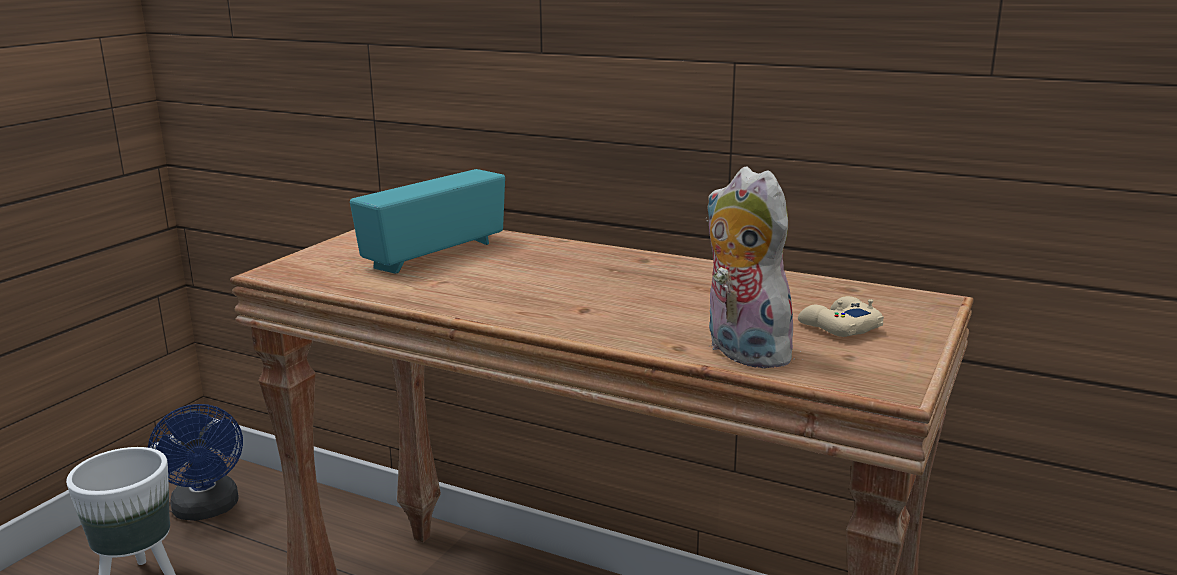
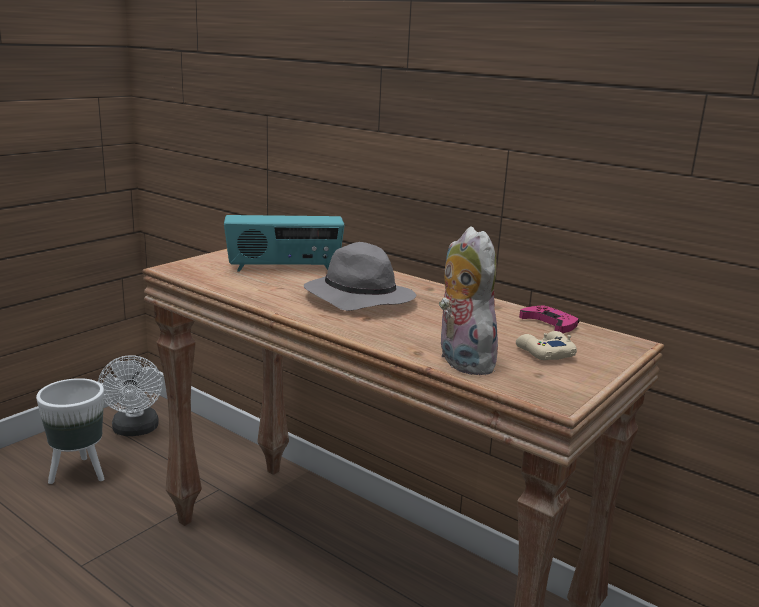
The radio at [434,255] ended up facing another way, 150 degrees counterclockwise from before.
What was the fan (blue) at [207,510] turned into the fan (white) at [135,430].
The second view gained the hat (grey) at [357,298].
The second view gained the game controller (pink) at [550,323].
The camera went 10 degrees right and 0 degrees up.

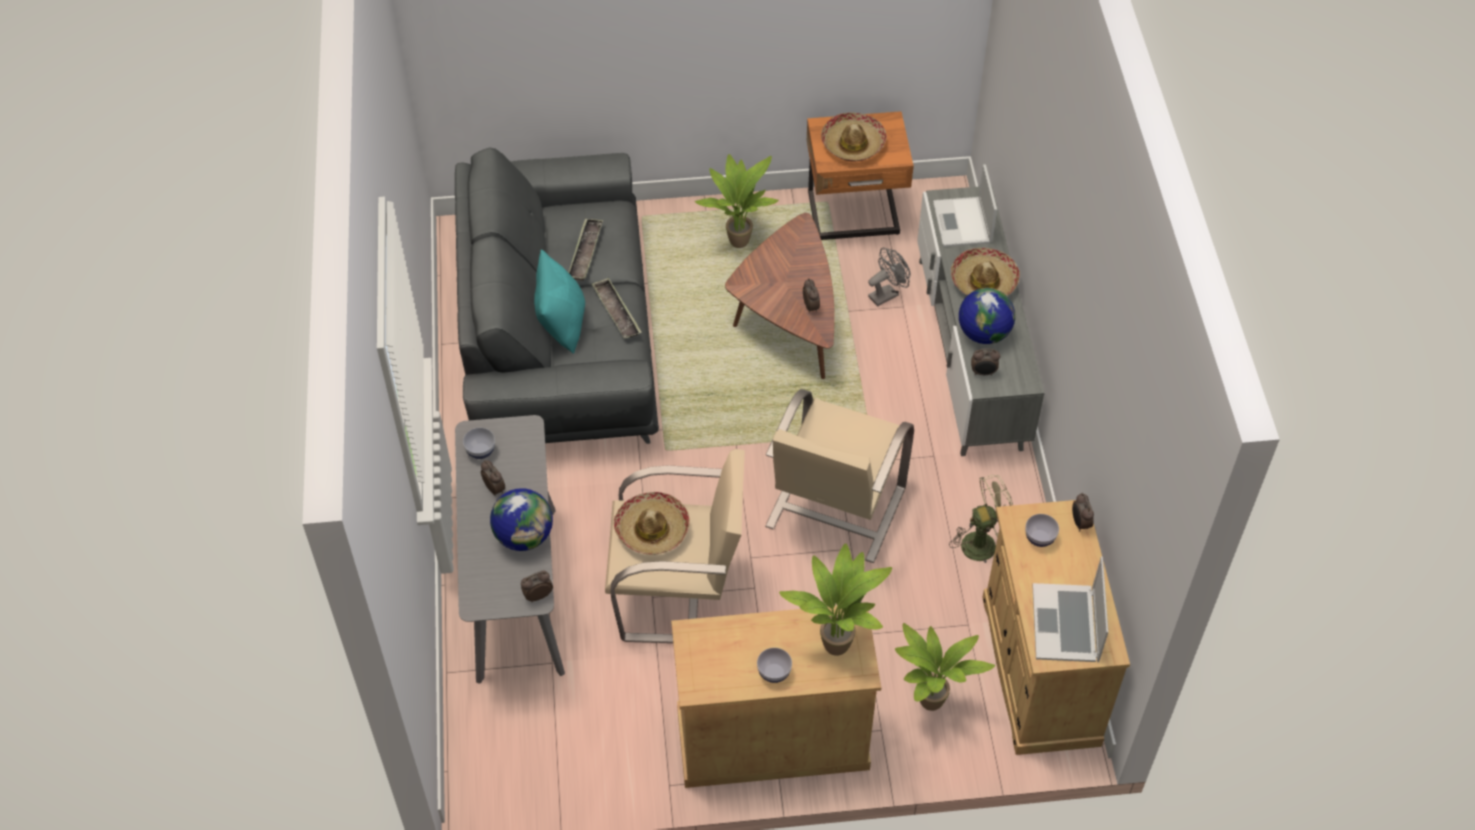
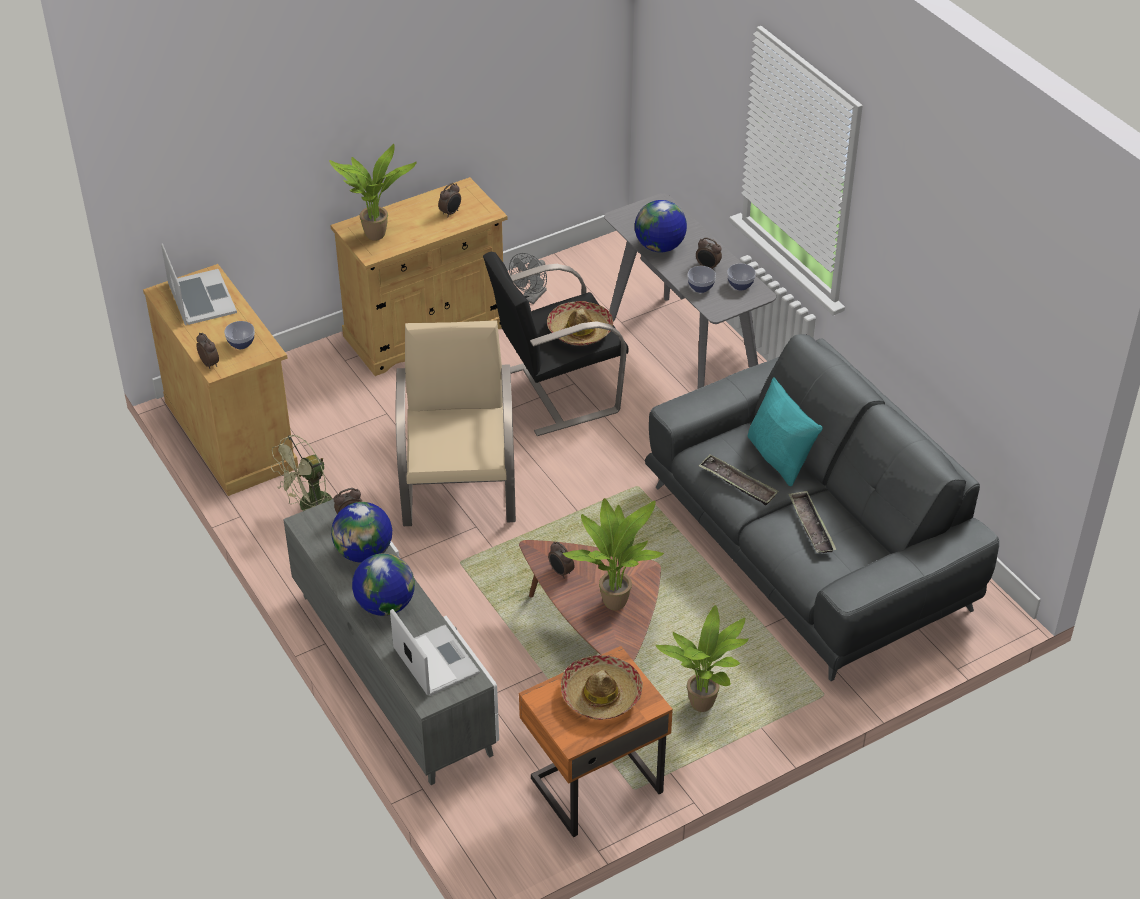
The fan (grey) ended up elsewhere, having gone from [887,294] to [531,298].
Where the hat stood at [984,281], the globe came to stand at [385,605].
What was the armchair (beige) at [677,592] turned into the armchair (black) at [556,392].
The alarm clock ended up elsewhere, having gone from [538,595] to [451,213].
The potted plant ended up elsewhere, having gone from [930,706] to [613,600].
The bowl ended up elsewhere, having gone from [774,673] to [700,287].
The camera went 155 degrees right and 10 degrees down.

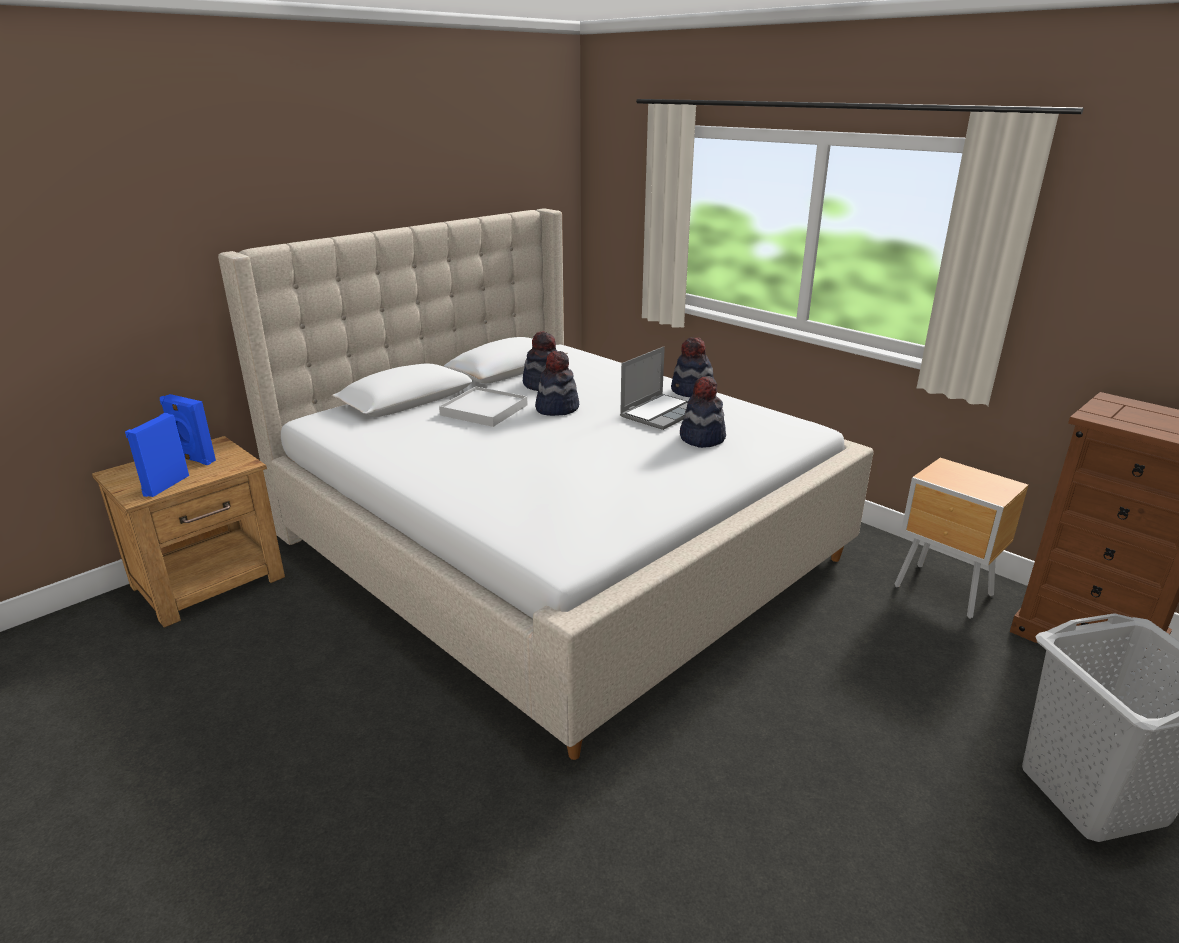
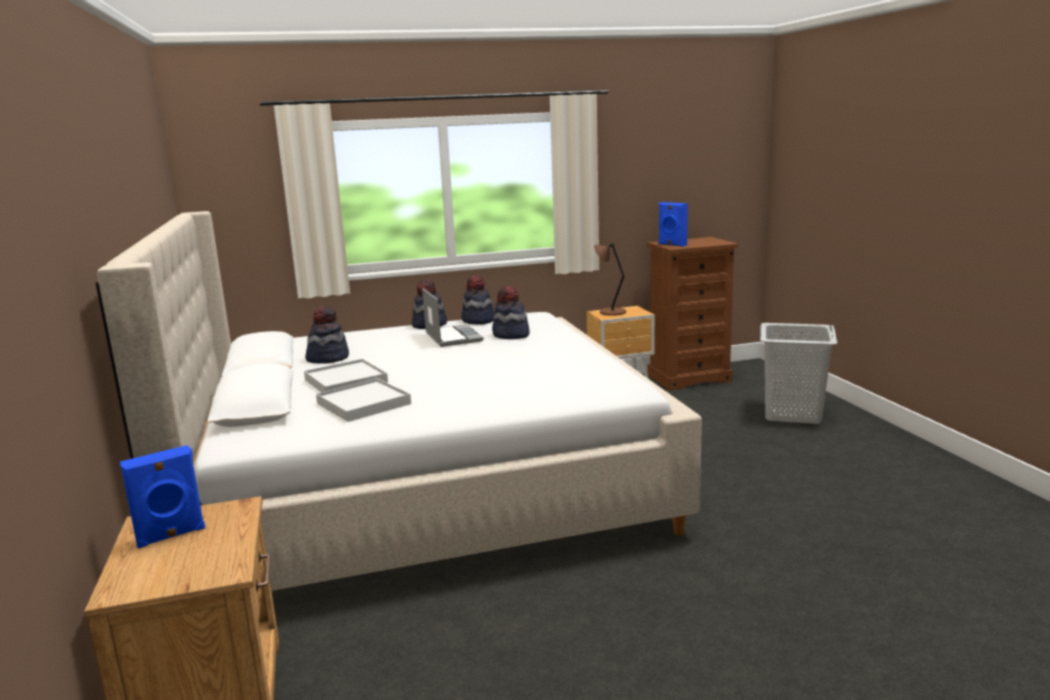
The hat ended up elsewhere, having gone from [556,408] to [478,321].
The speaker (blue) ended up elsewhere, having gone from [165,485] to [672,245].
The second view gained the table lamp (brown) at [611,312].
The second view gained the tray (white) at [363,404].
The camera went 60 degrees left and 10 degrees down.

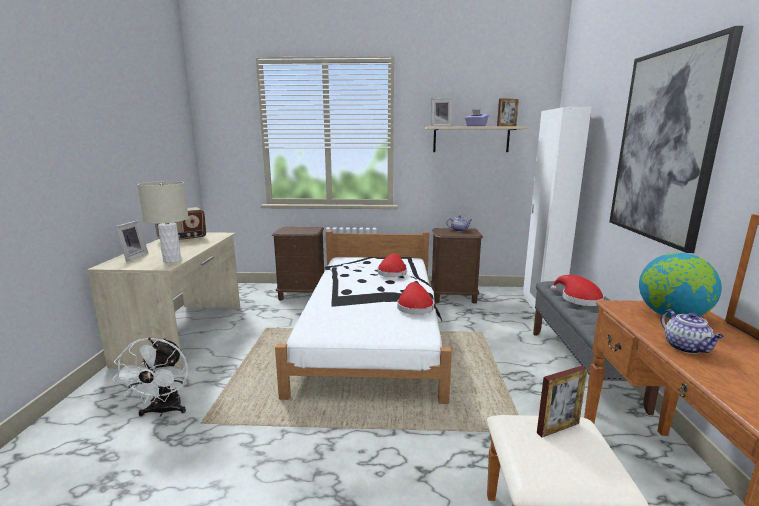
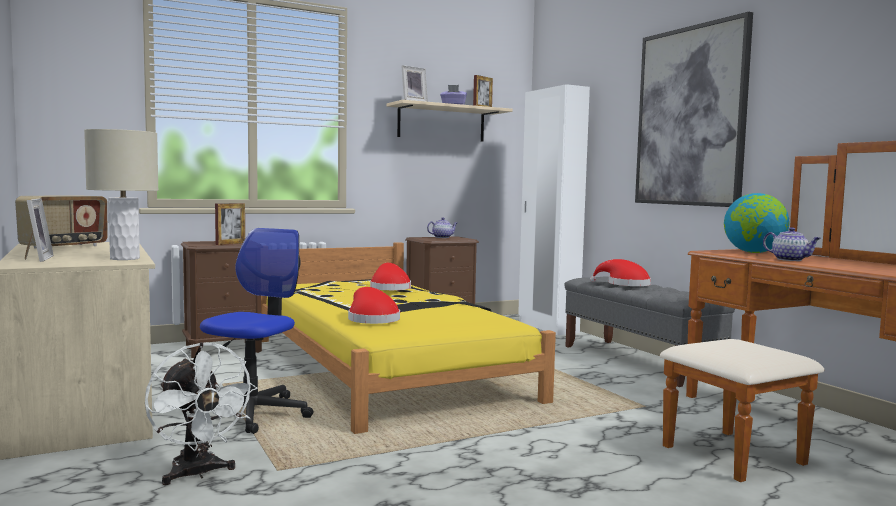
What was the bed (white) at [372,331] turned into the bed (yellow) at [383,367].
The hat (red) ended up elsewhere, having gone from [414,307] to [371,319].
The picture frame ended up elsewhere, having gone from [558,428] to [230,244].
The second view gained the office chair at [252,414].
The camera went 30 degrees left and 10 degrees down.

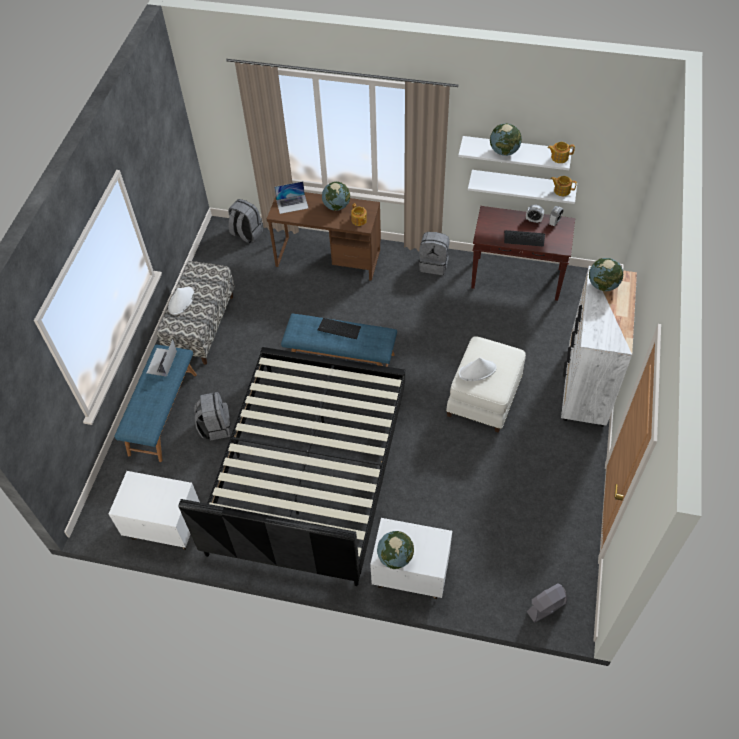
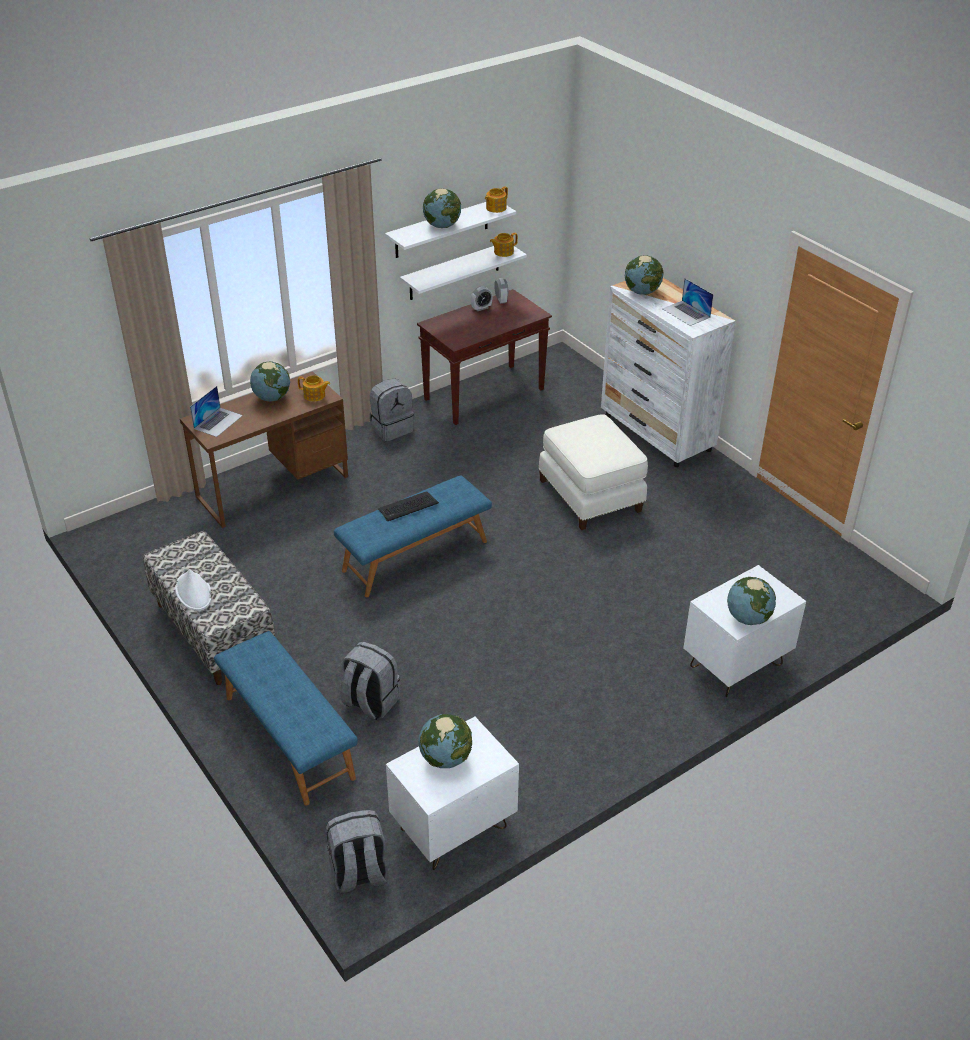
The backpack (grey) ended up elsewhere, having gone from [246,233] to [359,874].
The second view lost the keyboard at [524,238].
The laptop ended up elsewhere, having gone from [161,362] to [686,313].
The second view lost the bed (black) at [308,470].
The second view lost the hat (white) at [477,371].
The second view lost the fan (grey) at [546,607].
The second view gained the globe at [446,758].
The camera went 50 degrees left and 15 degrees down.

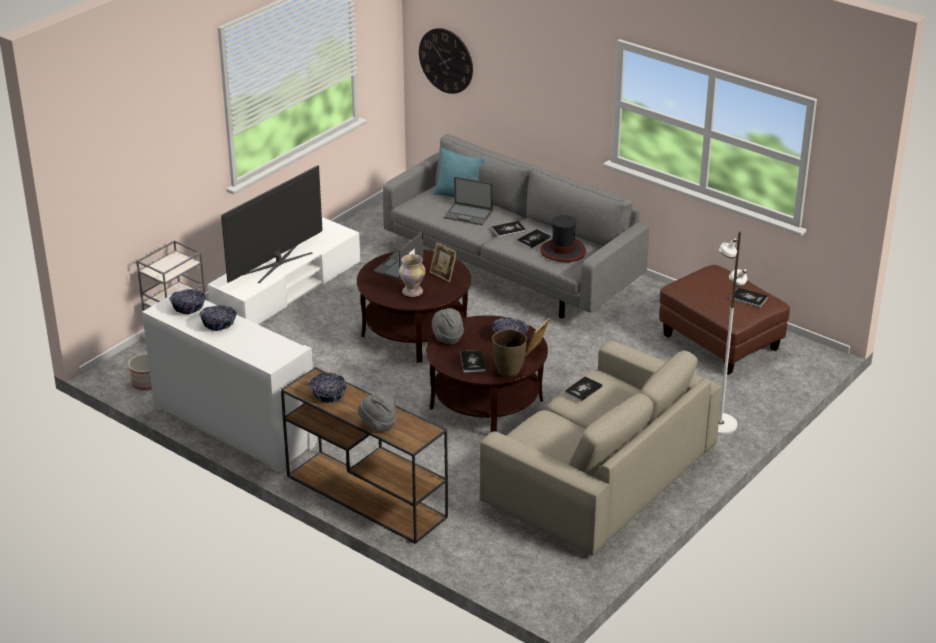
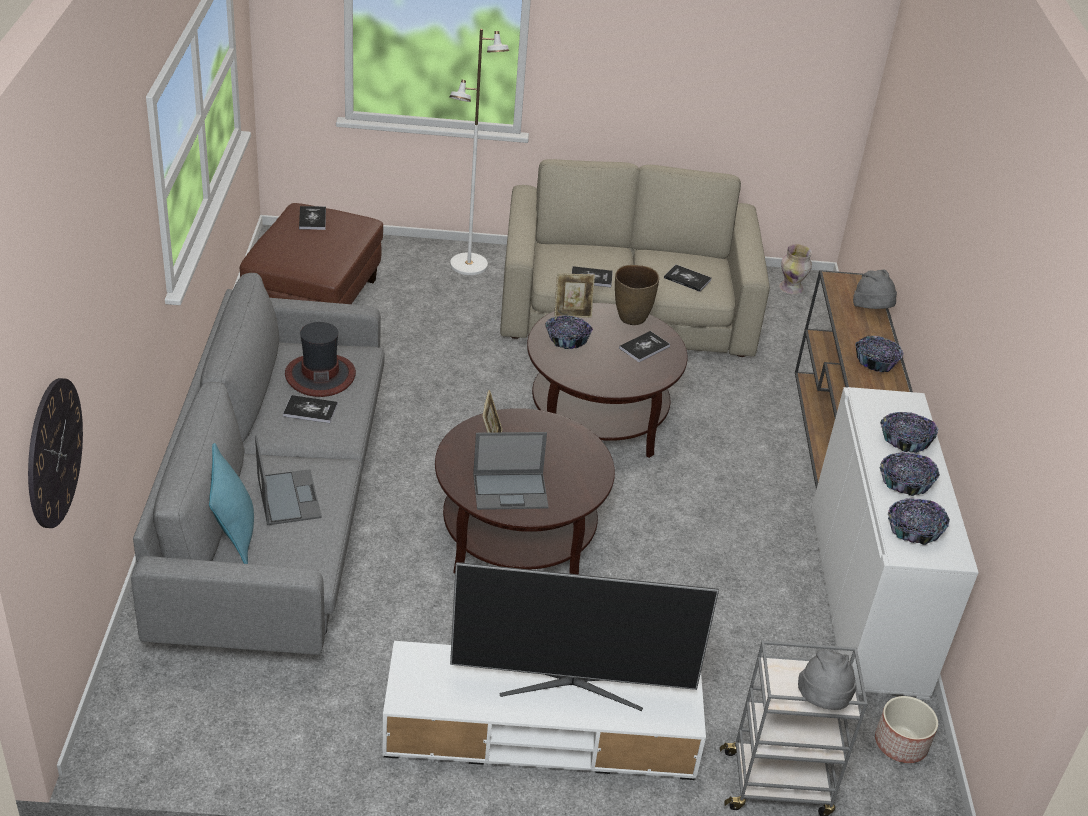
The book ended up elsewhere, having gone from [508,230] to [687,279].
The vase ended up elsewhere, having gone from [412,291] to [791,288].
The hat (grey) ended up elsewhere, having gone from [447,338] to [822,701].
The second view gained the bowl at [905,441].
The camera went 130 degrees left and 5 degrees up.

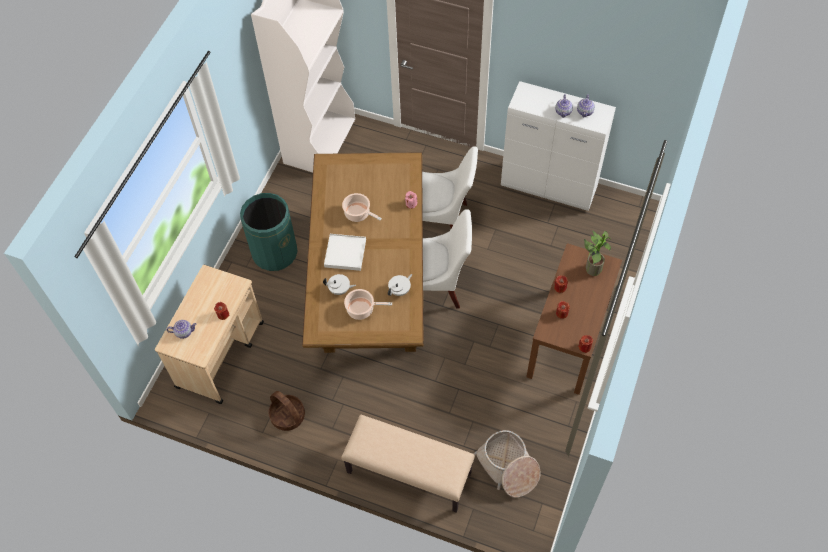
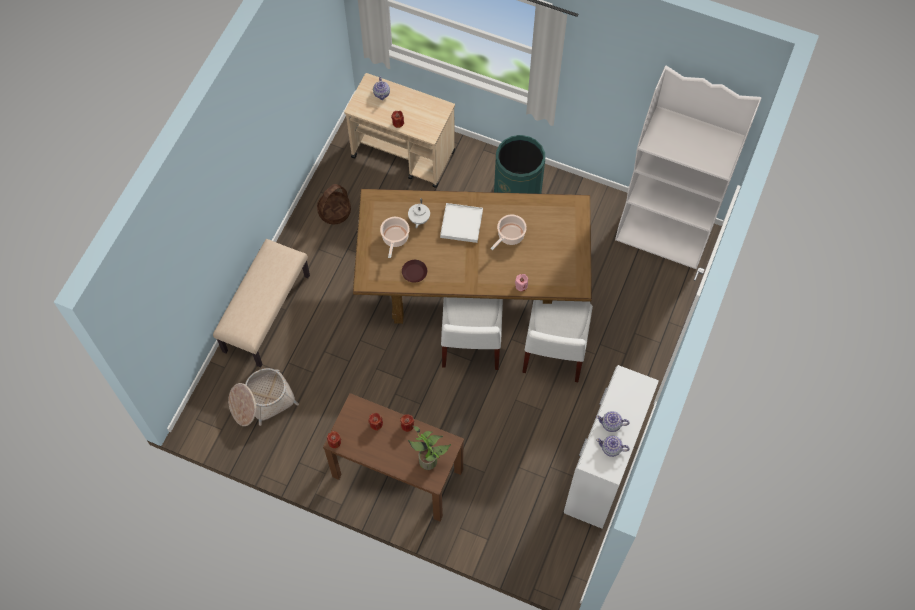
Where the teapot (white) stood at [400,290], the plate (brown) came to stand at [414,272].
The camera went 90 degrees right and 5 degrees up.

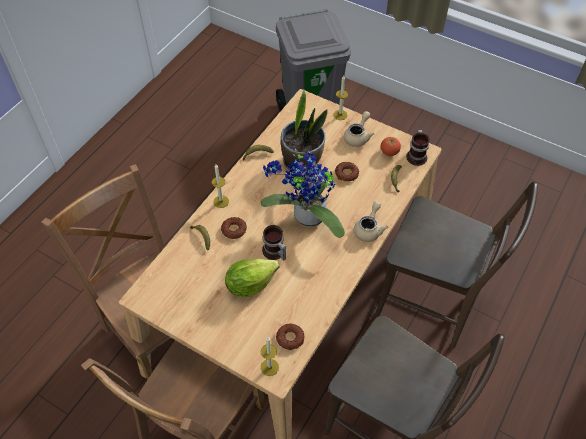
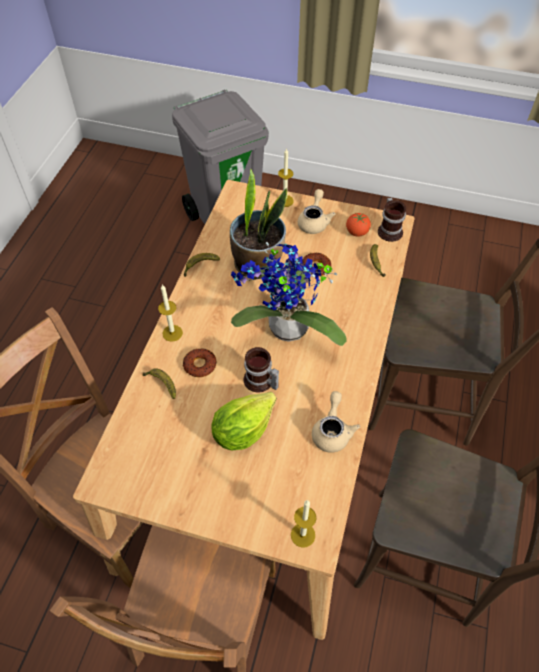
The teapot (beige) ended up elsewhere, having gone from [369,229] to [332,431].
The second view lost the donut at [290,338].
The camera went 15 degrees left and 0 degrees up.

